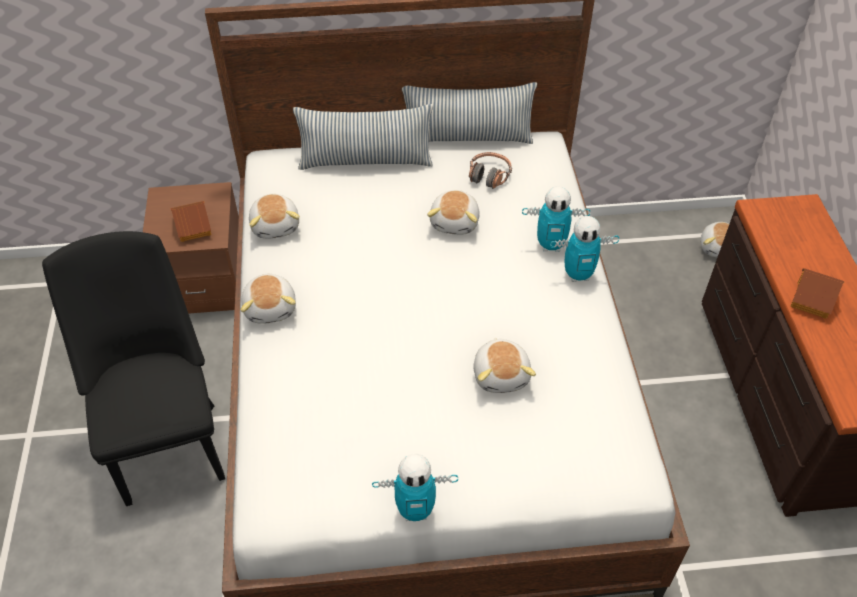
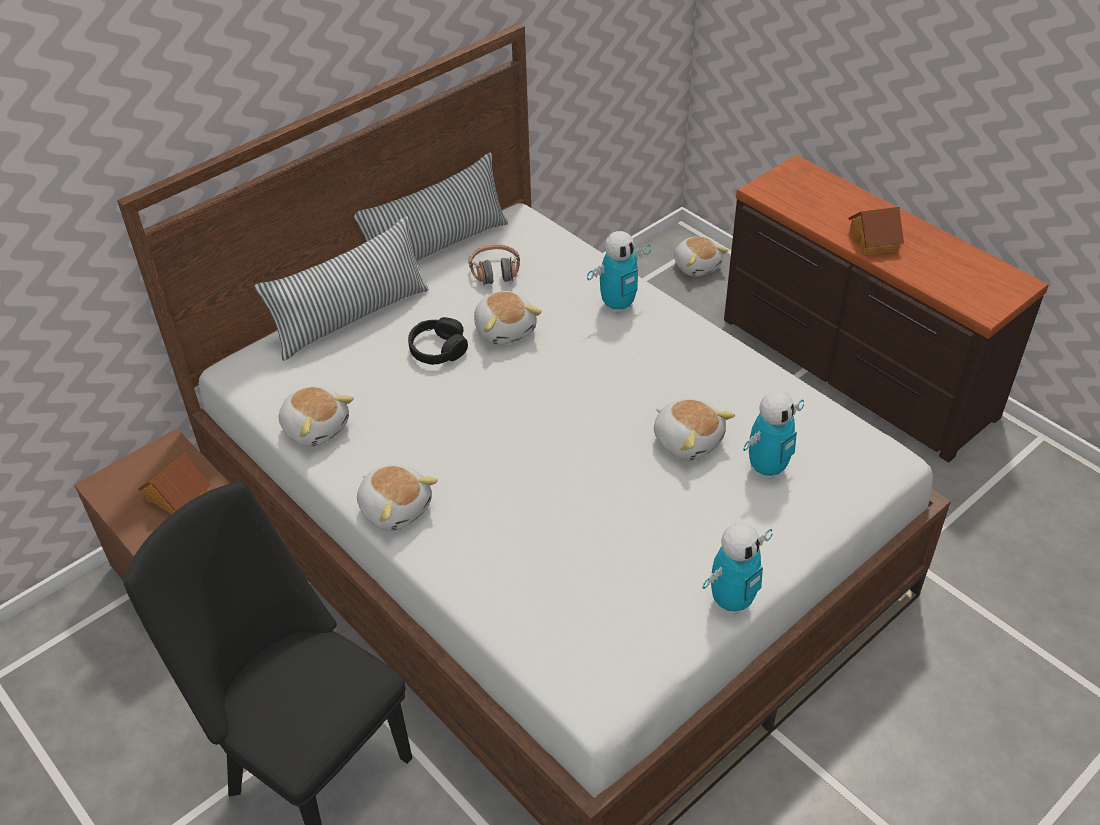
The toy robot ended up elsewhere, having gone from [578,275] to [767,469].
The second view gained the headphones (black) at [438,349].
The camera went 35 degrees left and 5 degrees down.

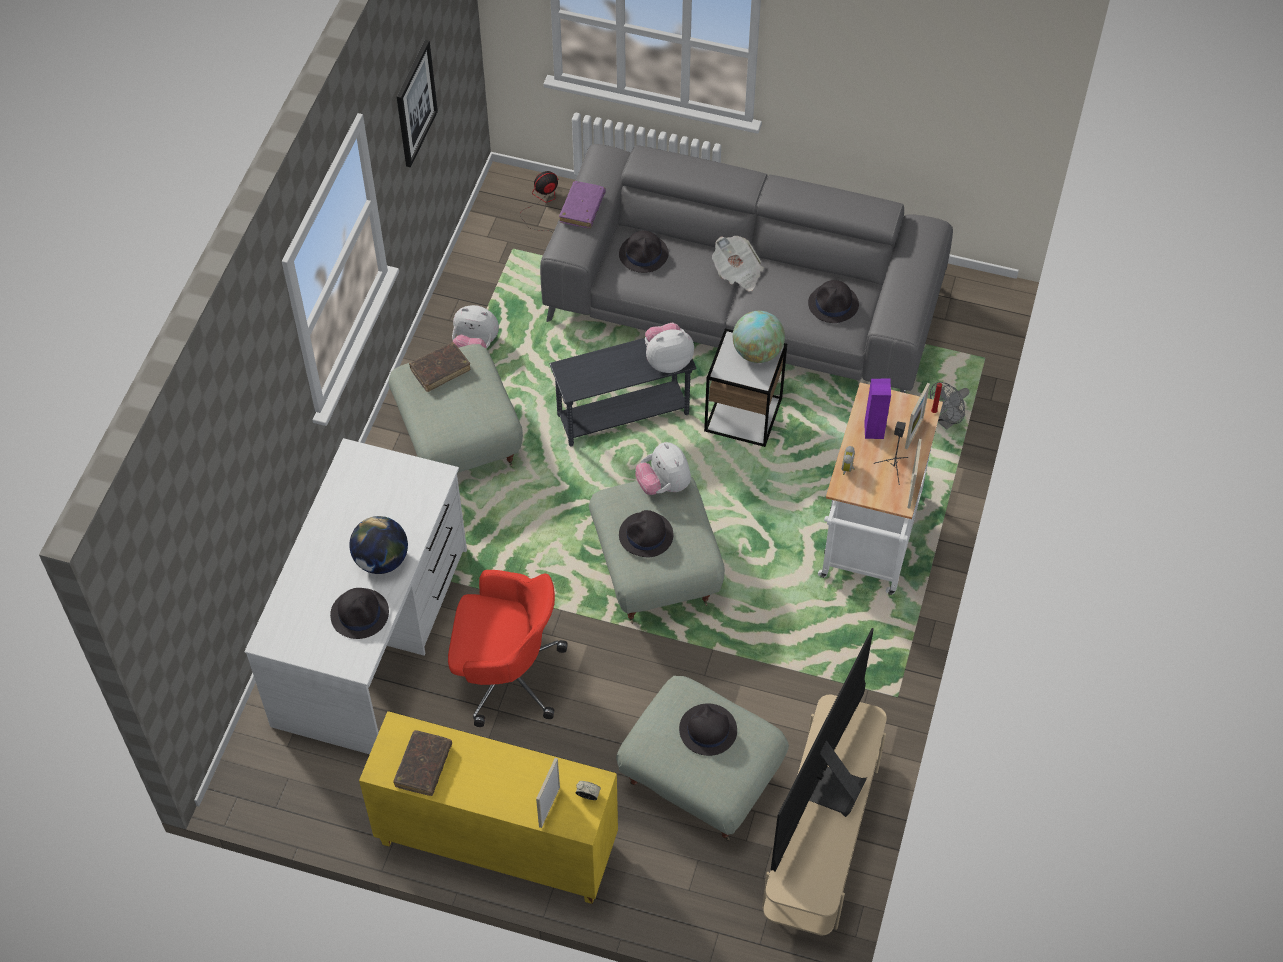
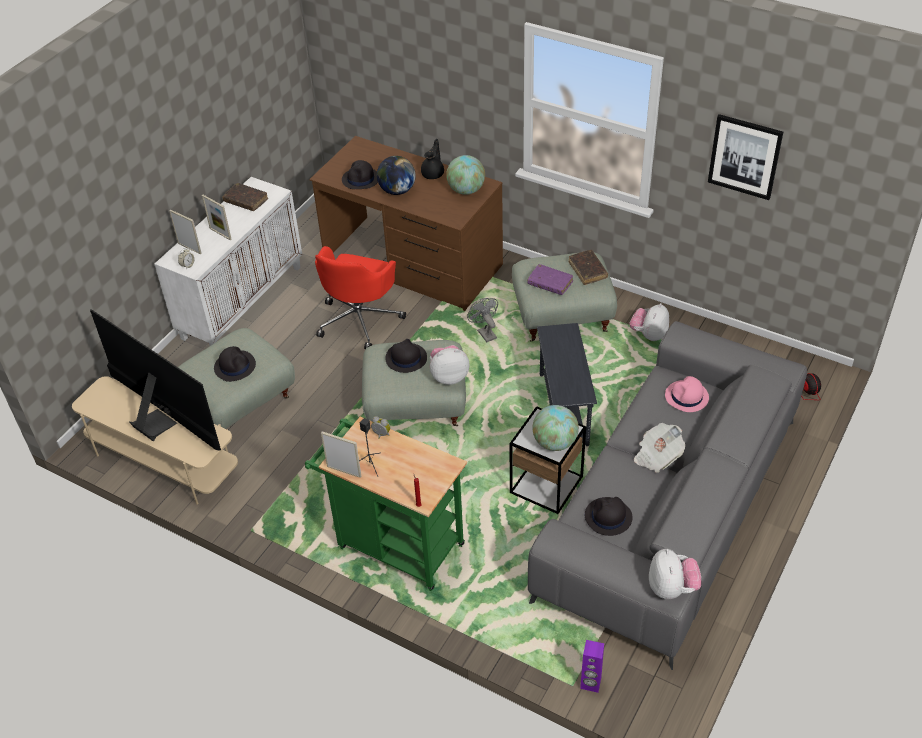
The book (purple) ended up elsewhere, having gone from [582,209] to [550,283].
What was the hat (black) at [644,254] turned into the hat (pink) at [686,397].
The plush toy ended up elsewhere, having gone from [667,360] to [671,588].
The speaker (purple) ended up elsewhere, having gone from [874,430] to [590,683].
What was the cart (white) at [869,544] turned into the cart (green) at [394,544].
The fan (grey) ended up elsewhere, having gone from [947,421] to [485,332].
The picture frame ended up elsewhere, having gone from [914,433] to [220,234].
What was the desk (white) at [372,636] turned into the desk (brown) at [412,262].
What was the cabinet (yellow) at [495,845] turned into the cabinet (white) at [242,301].
The second view gained the teapot (black) at [433,173].
The second view gained the globe at [466,190].
The camera went 105 degrees right and 10 degrees down.

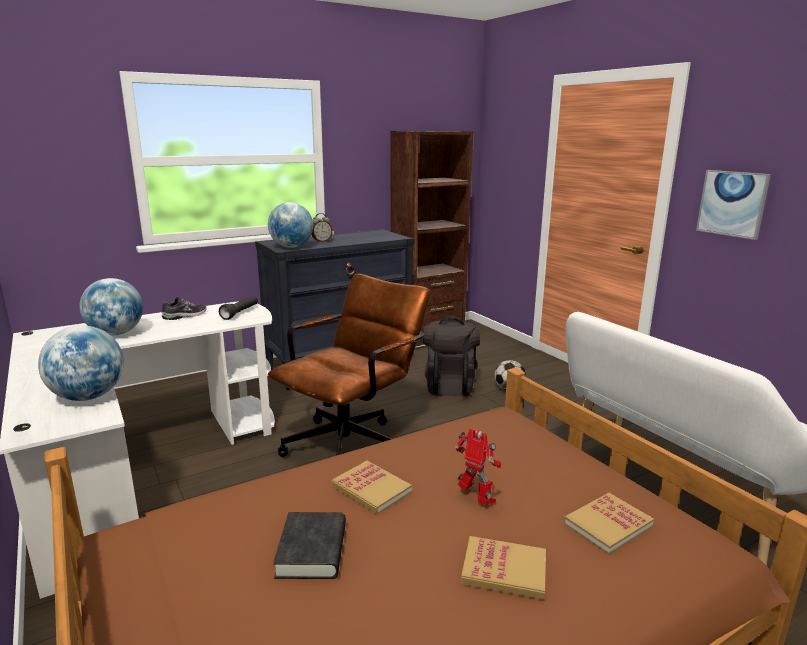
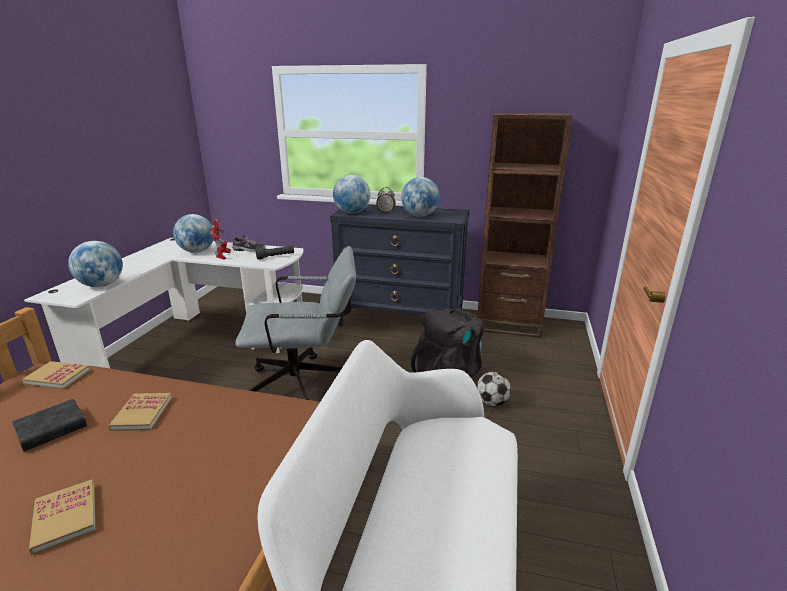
The second view lost the picture at [732,203].
What was the office chair (brown) at [353,443] turned into the office chair (grey) at [306,384].
The toy robot ended up elsewhere, having gone from [476,499] to [223,257].
The book ended up elsewhere, having gone from [607,525] to [58,376].
The second view gained the globe at [419,216].
The camera went 45 degrees right and 5 degrees up.

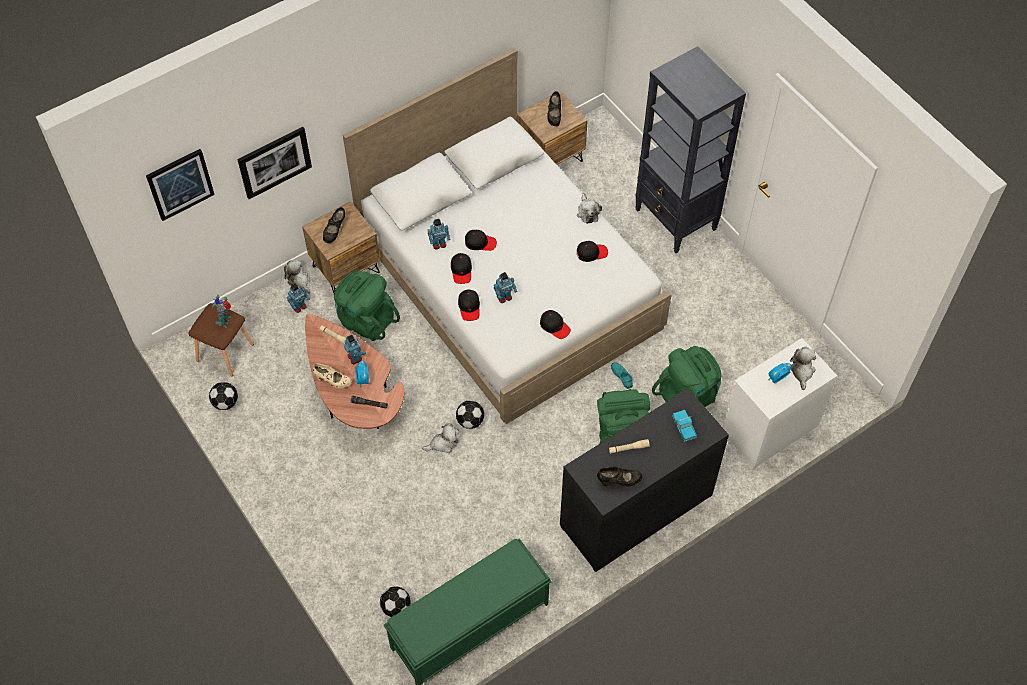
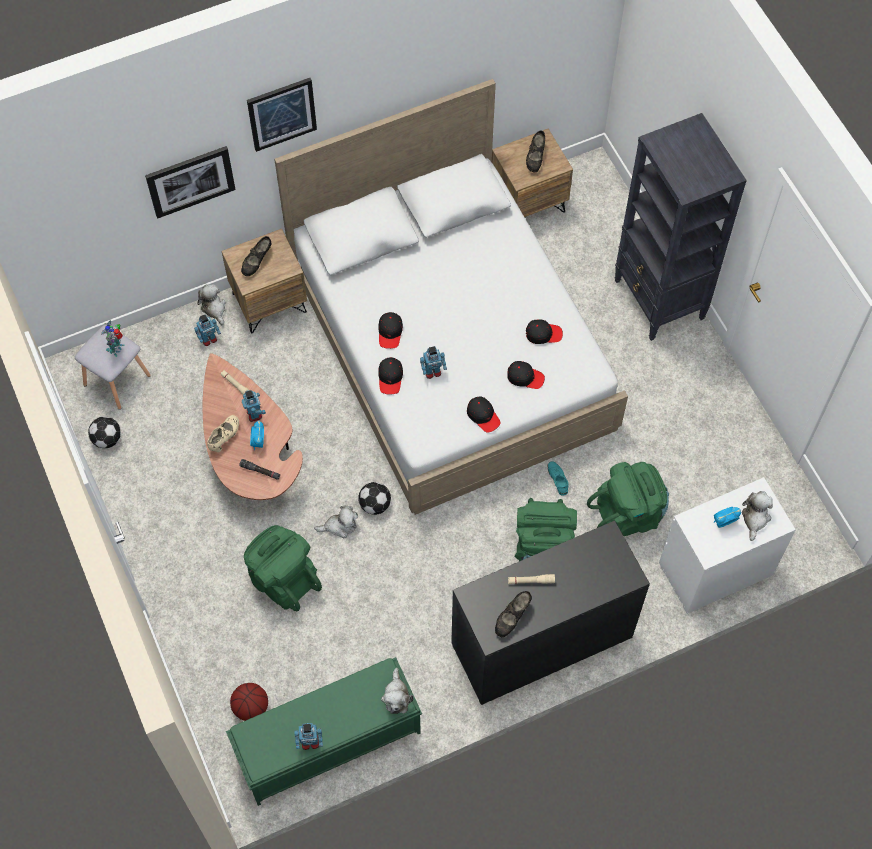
The picture ended up elsewhere, having gone from [180,184] to [282,113].
The plush toy ended up elsewhere, having gone from [587,212] to [396,696].
The toy robot ended up elsewhere, having gone from [439,244] to [310,742].
The cap (black) ended up elsewhere, having gone from [480,243] to [525,377].
The backpack (green) ended up elsewhere, having gone from [365,319] to [282,578].
What was the stool (brown) at [225,351] turned into the stool (grey) at [117,379].
The shoe (beige) at [333,381] ended up facing another way, 90 degrees counterclockwise from before.
The second view lost the toy truck at [683,428].
The shoe (black) at [619,481] ended up facing another way, 120 degrees clockwise from before.
Where the football stood at [395,607], the basketball came to stand at [250,707].
The camera went 10 degrees right and 5 degrees up.

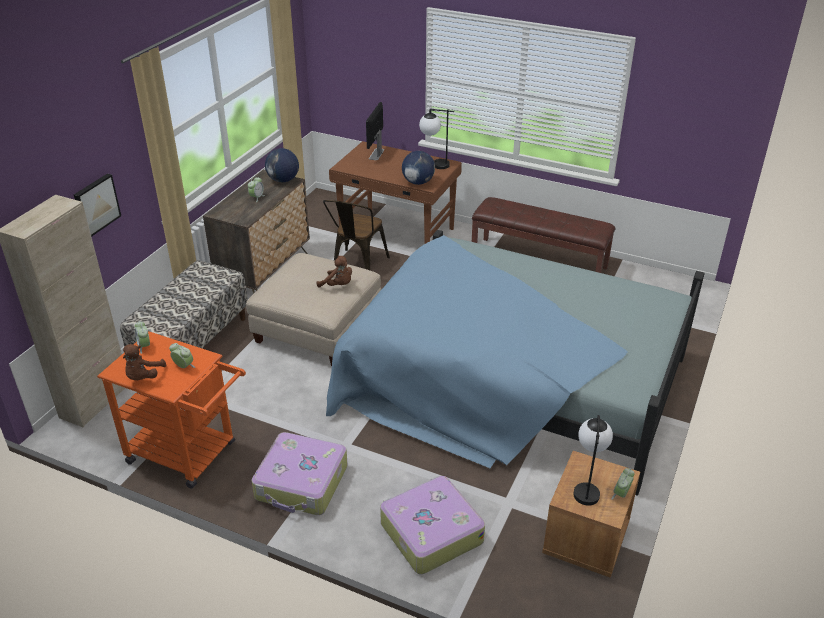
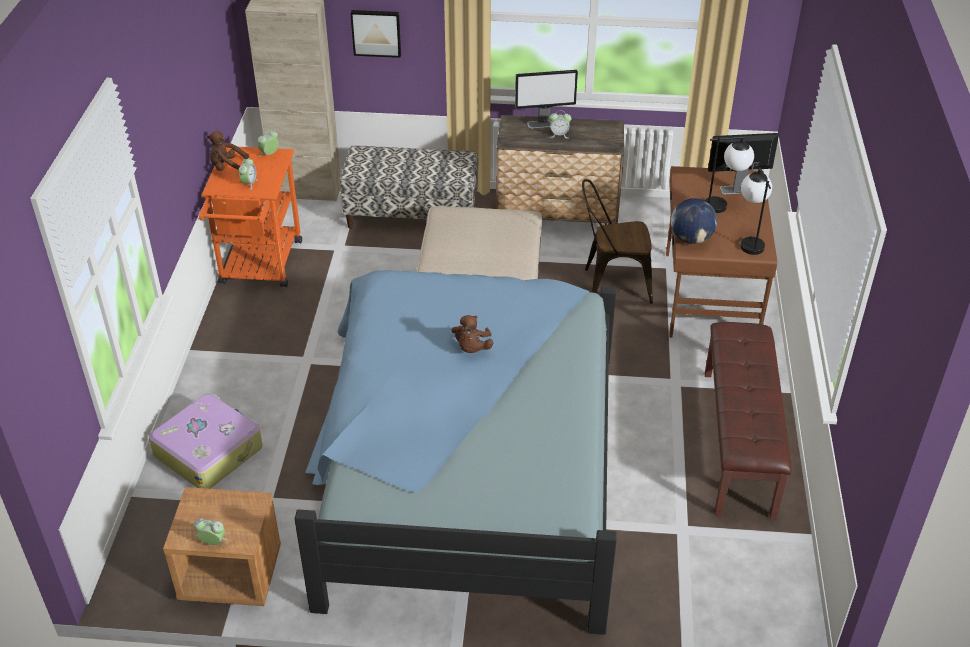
The second view lost the globe at [283,180].
The plush toy (brown) ended up elsewhere, having gone from [338,285] to [472,348].
The table lamp ended up elsewhere, having gone from [586,487] to [724,205].
The second view lost the suitcase at [302,483].
The second view gained the monitor at [544,124].
The camera went 70 degrees right and 5 degrees up.

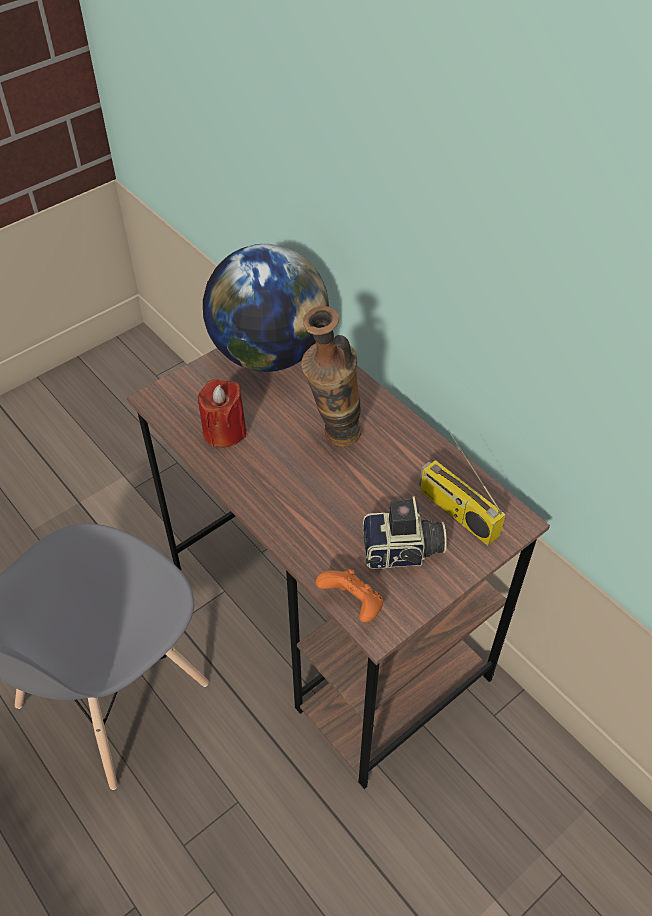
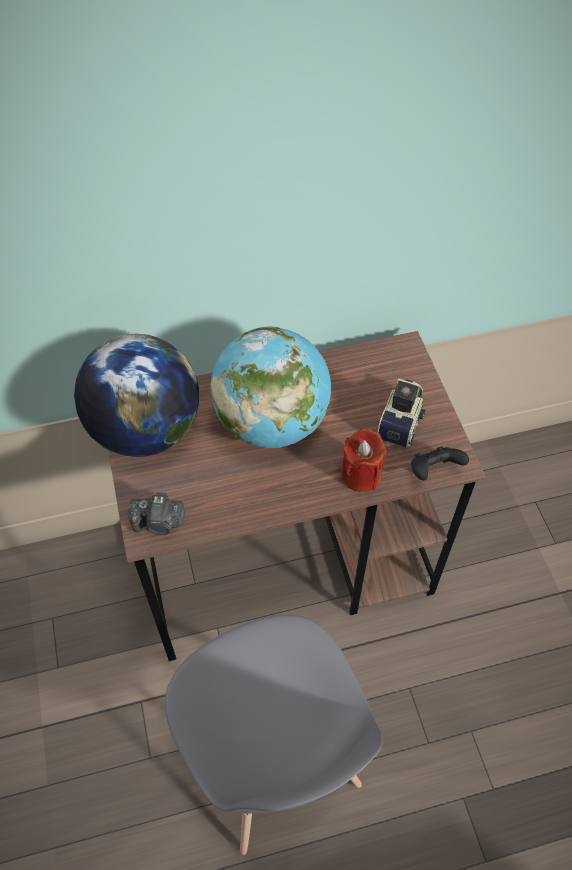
Where the vase stood at [333,440], the globe came to stand at [272,423].
The candle (red) ended up elsewhere, having gone from [224,431] to [361,475].
The second view lost the radio at [456,512].
What was the game controller (orange) at [352,605] turned into the game controller (black) at [433,471].
The second view gained the photo camera at [159,522].
The camera went 65 degrees left and 5 degrees up.

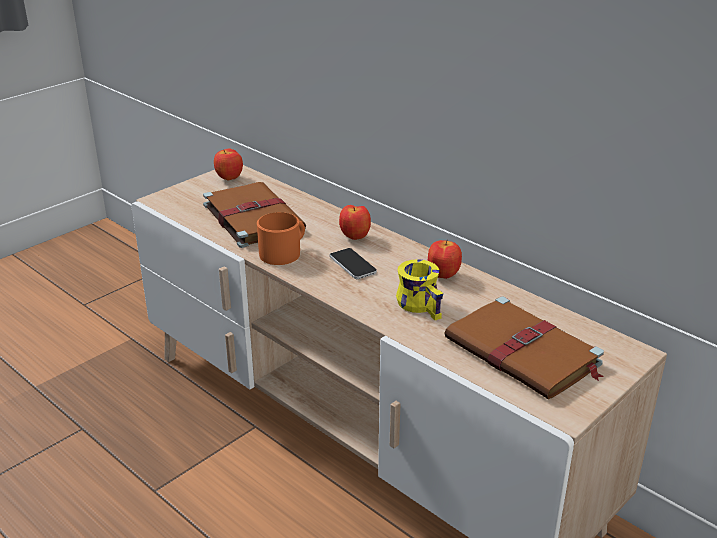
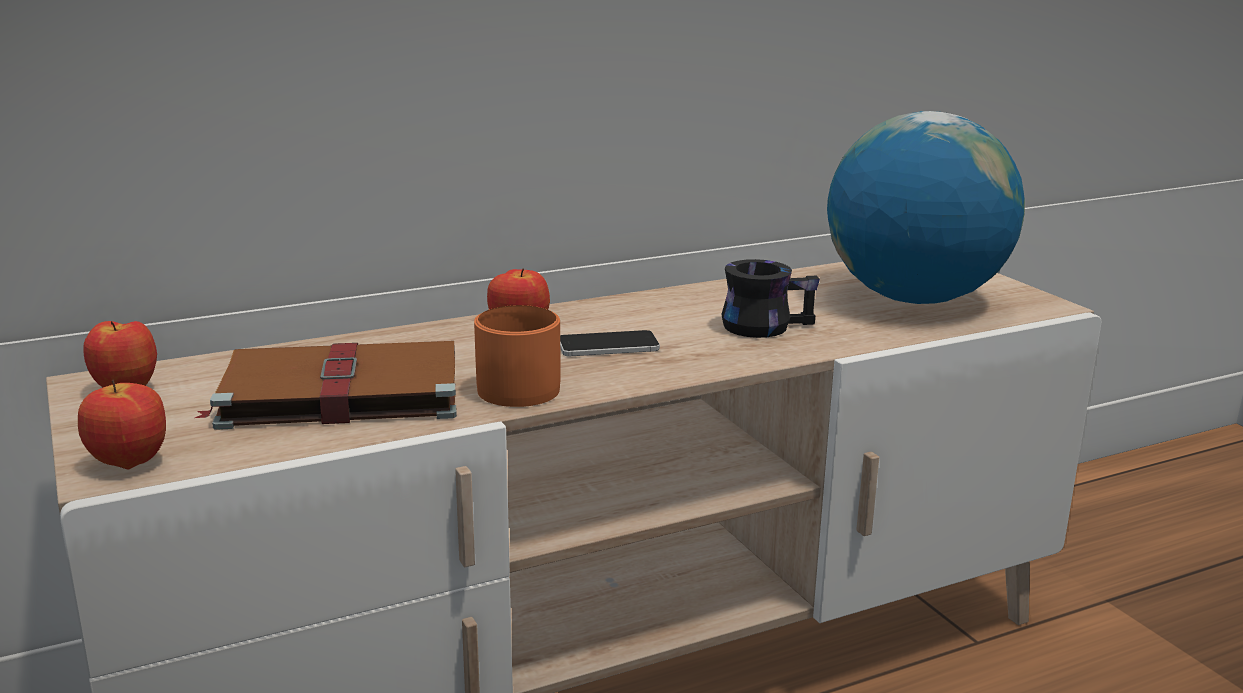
The apple ended up elsewhere, having gone from [443,275] to [128,464].
What was the mug (yellow) at [423,304] turned into the mug (black) at [764,324].
Where the book (brown) stood at [524,353], the globe came to stand at [913,298].
The camera went 70 degrees left and 10 degrees down.

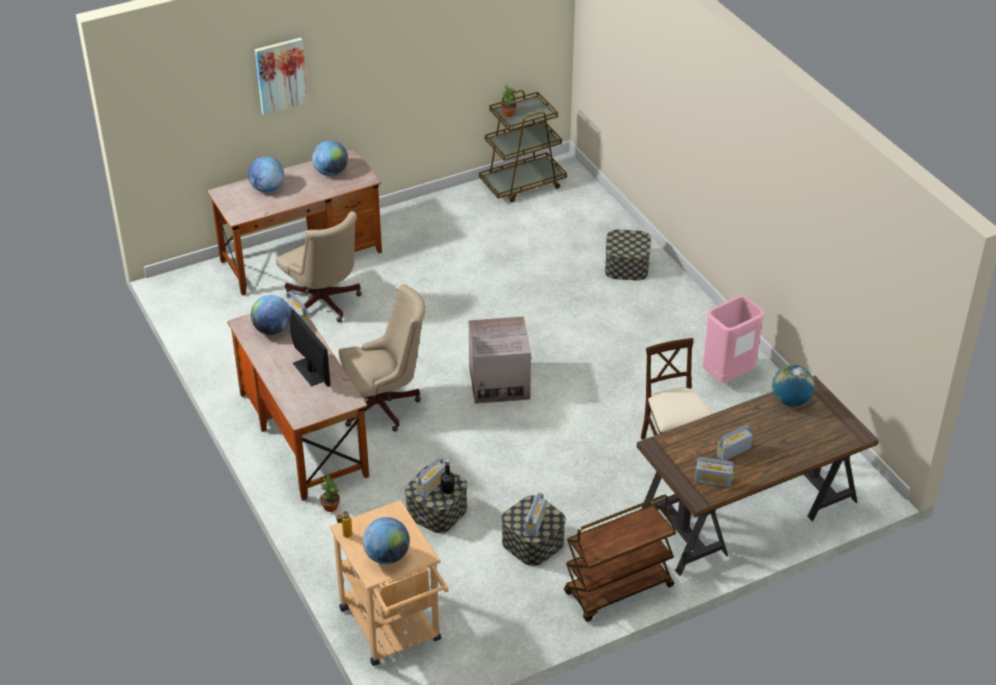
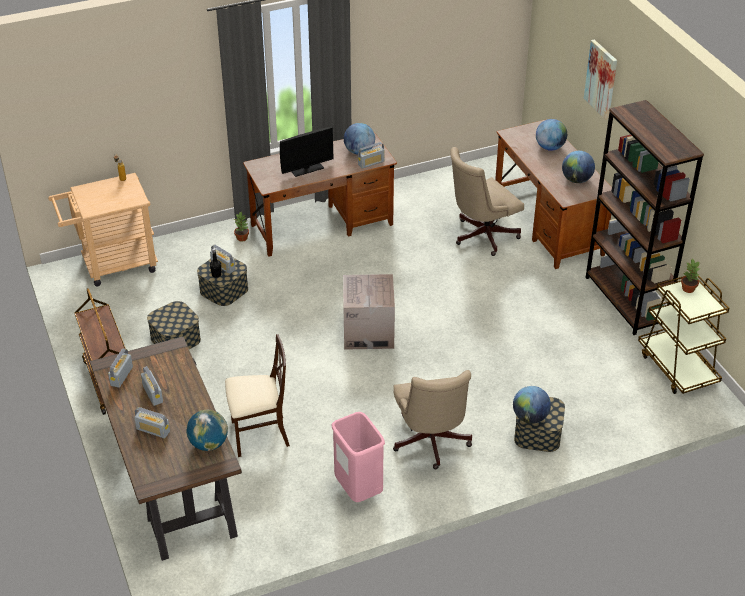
The office chair (beige) ended up elsewhere, having gone from [384,406] to [431,444].
The radio ended up elsewhere, having gone from [535,523] to [153,430].
The globe ended up elsewhere, having gone from [387,556] to [530,417].
The second view gained the bookcase (brown) at [626,301].
The camera went 95 degrees right and 0 degrees up.

